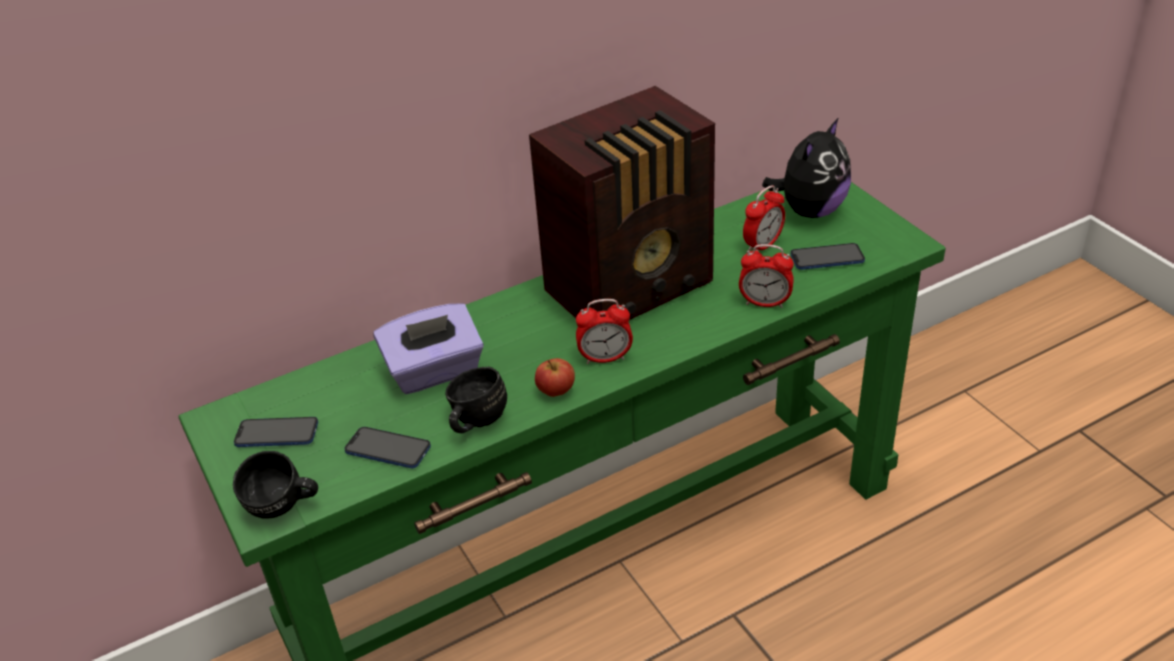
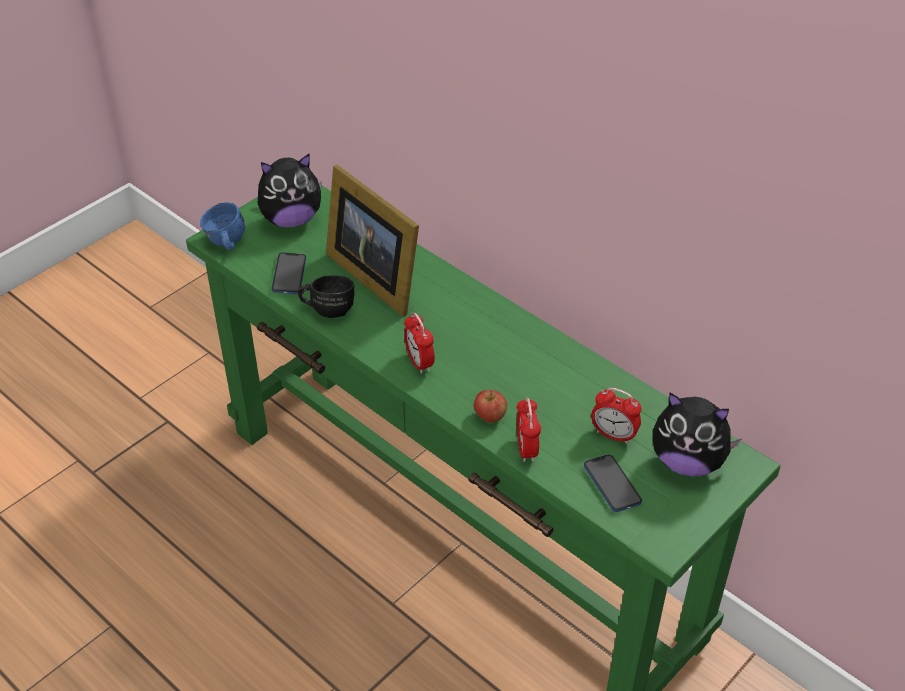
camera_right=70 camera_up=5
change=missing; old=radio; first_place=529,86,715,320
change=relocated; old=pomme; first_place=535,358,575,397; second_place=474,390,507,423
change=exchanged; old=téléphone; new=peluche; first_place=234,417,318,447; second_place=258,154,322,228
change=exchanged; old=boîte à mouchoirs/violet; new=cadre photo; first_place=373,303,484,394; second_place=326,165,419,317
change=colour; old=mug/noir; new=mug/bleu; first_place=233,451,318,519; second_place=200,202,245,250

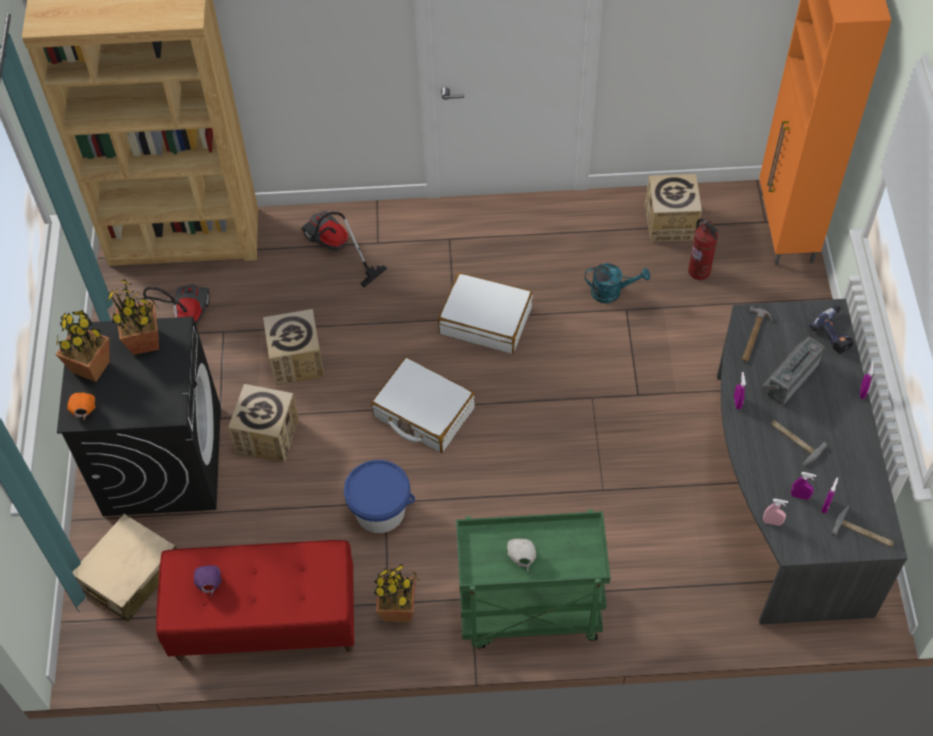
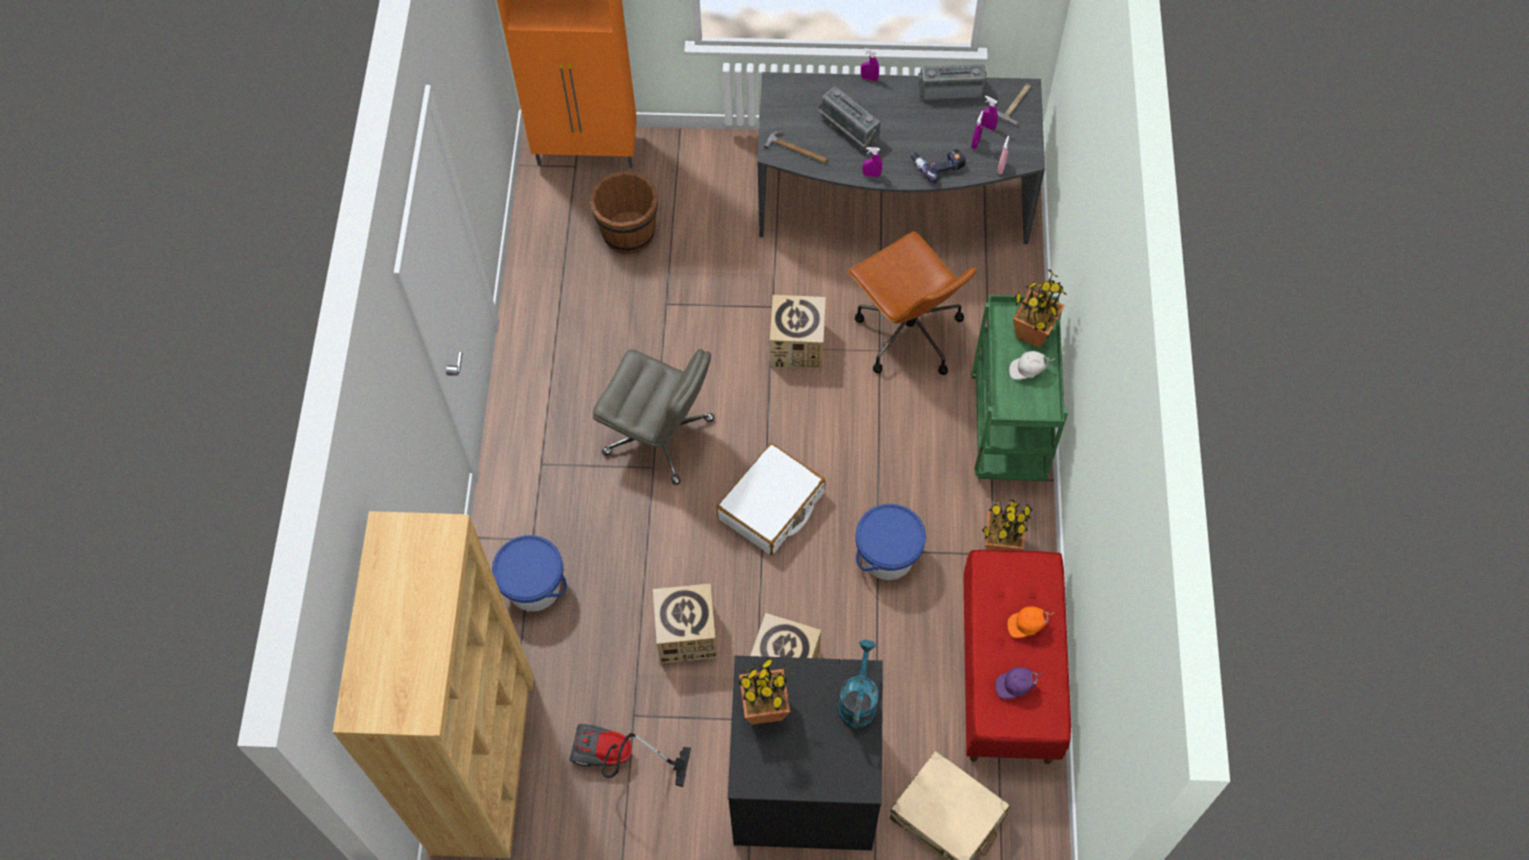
camera_right=-85 camera_up=5
change=missing; old=marteau; first_place=771,420,828,467
change=appeared; new=chaise de bureau/marron; second_place=847,231,977,375
change=appeared; new=radio; second_place=918,63,987,100
change=relocated; old=plante en pot; first_place=55,310,110,382; second_place=1013,269,1066,348
change=relocated; old=casquette/orange; first_place=67,393,96,420; second_place=1007,606,1054,638
change=relocated; old=arrosoir/turquoise; first_place=585,263,650,303; second_place=838,640,879,728
change=relocated; old=carton; first_place=645,174,702,242; second_place=770,295,826,369
change=relocated; old=perceuse; first_place=810,305,854,354; second_place=911,149,966,183
change=exchanged; old=aspirateur; new=seau/bleu; first_place=301,211,388,287; second_place=492,535,567,612
change=exchanged; old=valise/blanc; new=chaise de bureau/gris; first_place=438,273,533,354; second_place=593,349,715,485
change=exchanged; old=extincteur; new=seau/marron; first_place=688,218,718,280; second_place=589,171,658,254

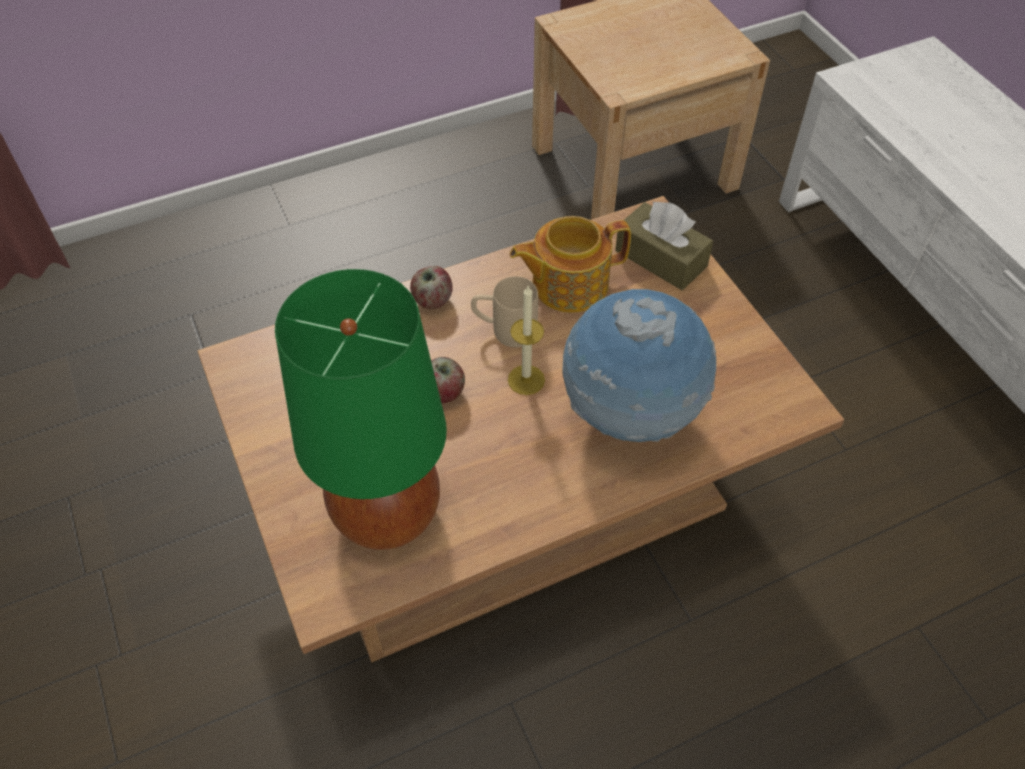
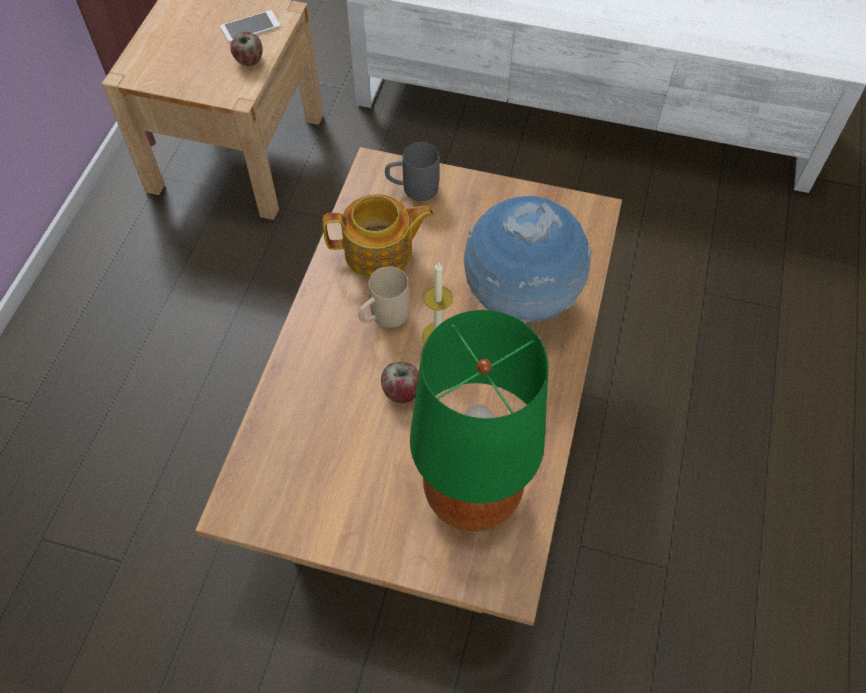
camera_right=-50 camera_up=5
change=appeared; new=téléphone; second_place=220,10,281,42
change=relocated; old=pomme; first_place=410,266,453,309; second_place=230,32,263,66
change=exchanged; old=boîte à mouchoirs/marron; new=mug/gris; first_place=615,201,713,290; second_place=385,142,439,201
change=spun; old=théière; first_place=510,216,631,313; second_place=323,194,434,279; degrees=-120

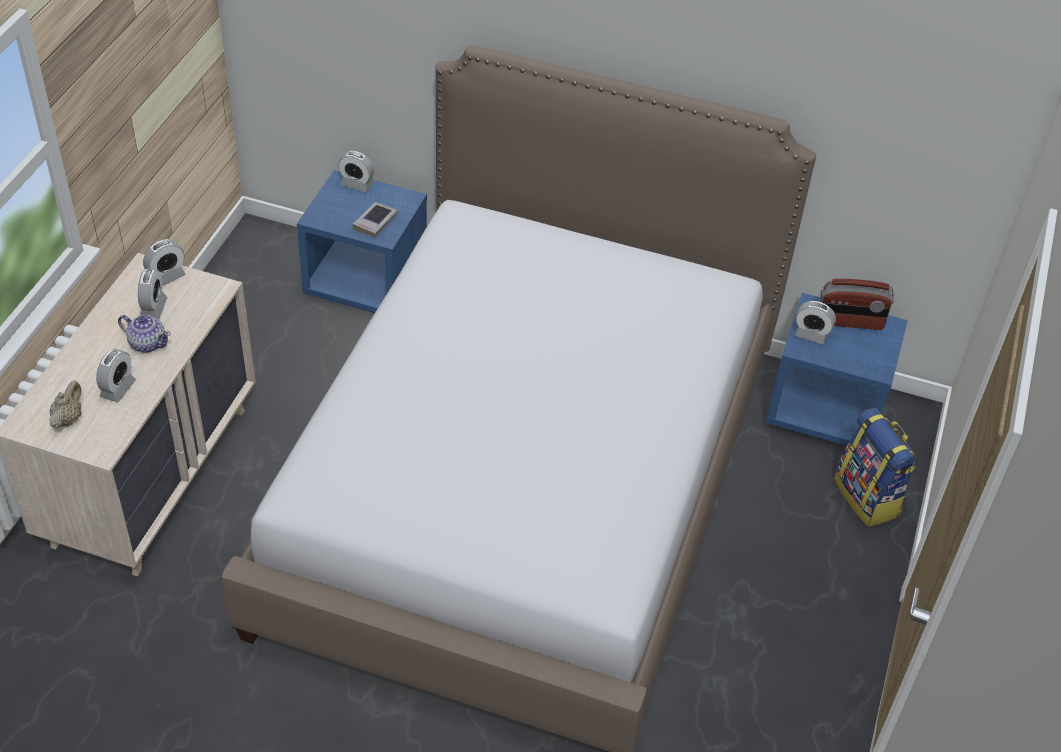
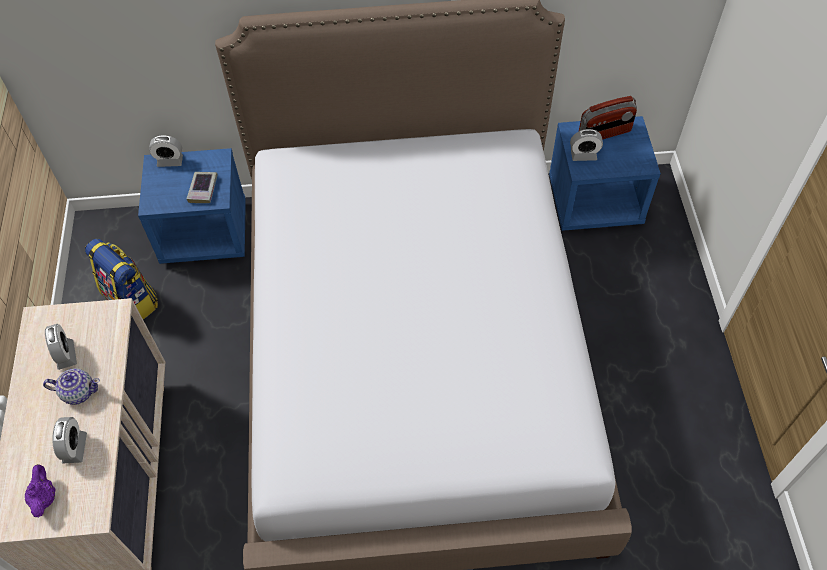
camera_right=-20 camera_up=10
change=missing; old=réveil; first_place=143,239,186,286
change=relocated; old=sac à dos; first_place=834,408,916,527; second_place=85,239,158,319
change=colour; old=théière/beige; new=théière/violet; first_place=50,381,82,428; second_place=25,464,55,518

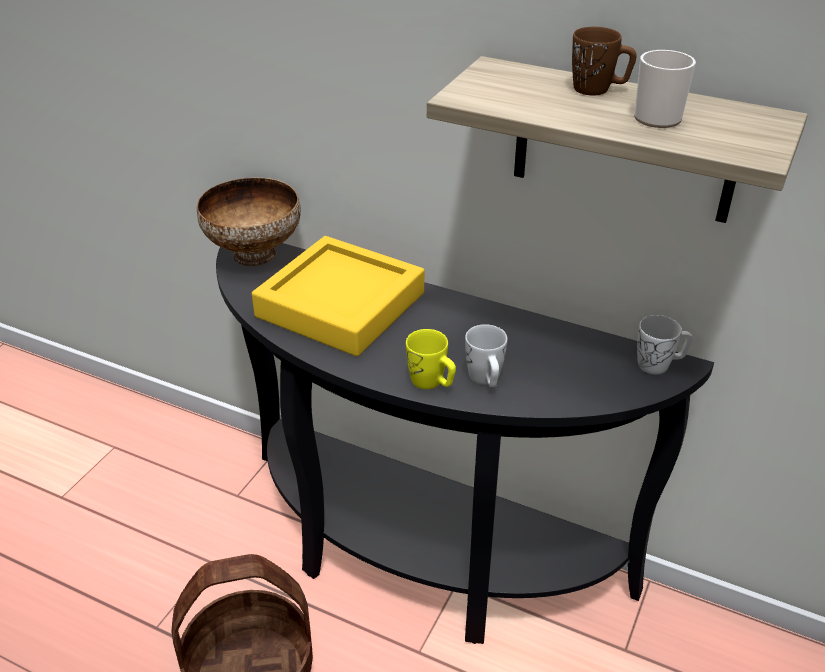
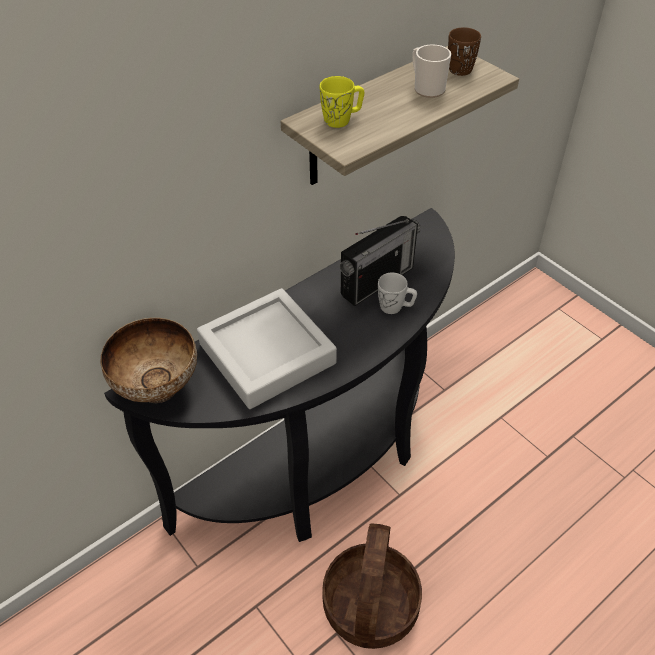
camera_right=-65 camera_up=10
change=missing; old=mug/blanc; first_place=637,315,693,374
change=appeared; new=radio; second_place=339,216,421,306
change=relocated; old=mug/jaune; first_place=406,329,456,389; second_place=320,76,364,128
change=relocated; old=mug/marron; first_place=572,27,637,95; second_place=448,27,481,76
change=colour; old=plateau/jaune; new=plateau/gris; first_place=252,236,424,356; second_place=197,288,337,409

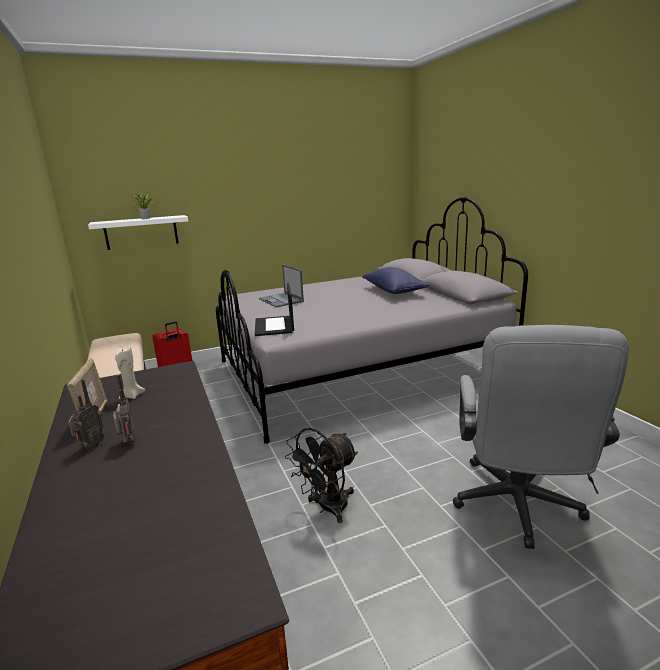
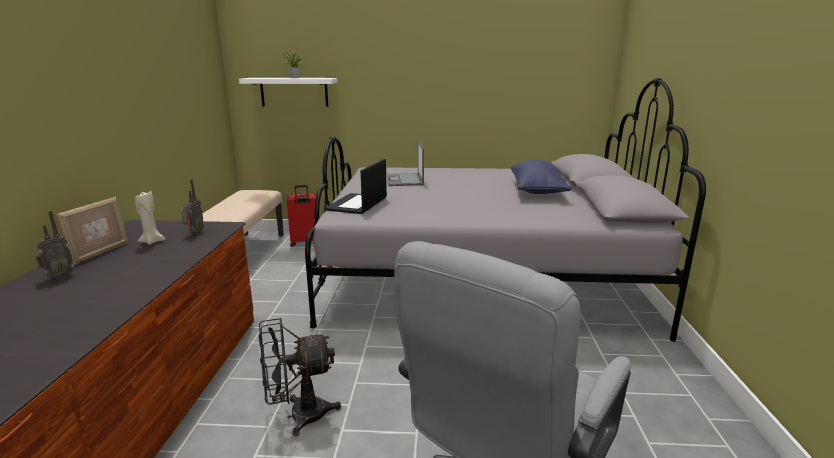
camera_right=25 camera_up=0
change=relocated; old=radio; first_place=113,375,135,443; second_place=181,179,204,234

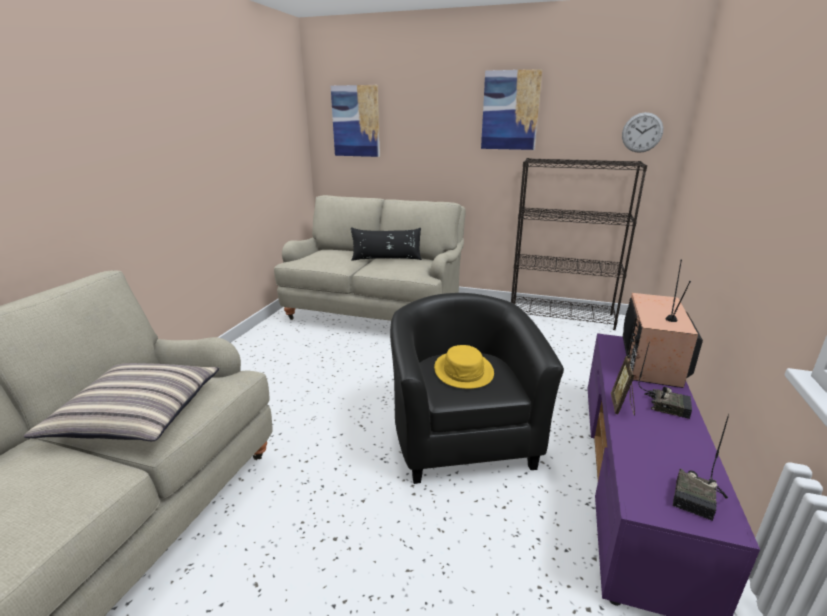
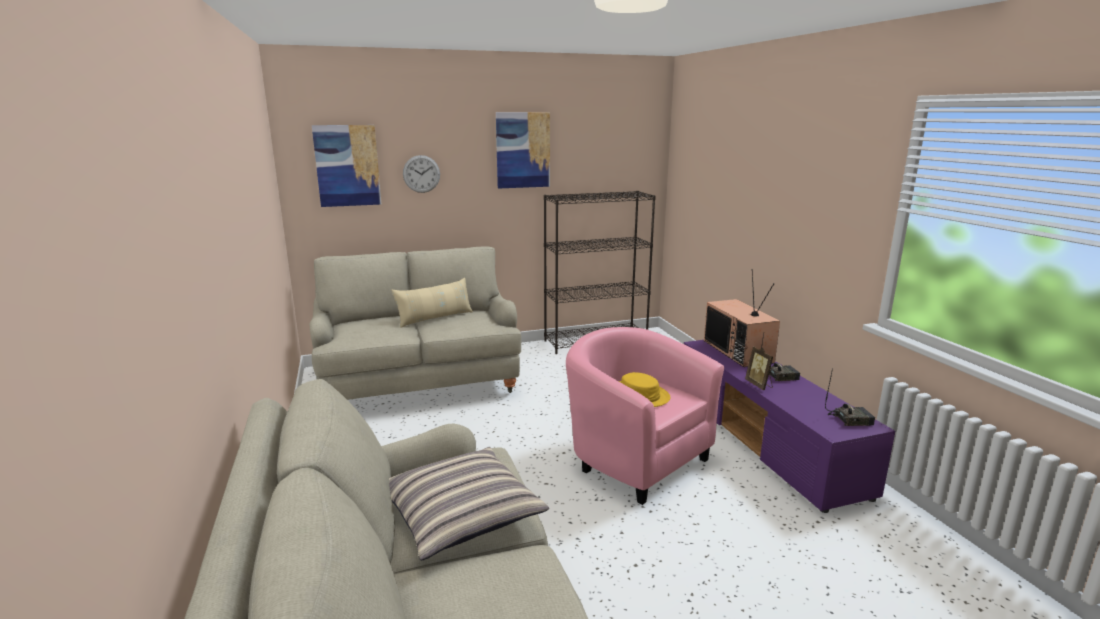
camera_right=-35 camera_up=-5
change=relocated; old=horloge murale; first_place=622,112,663,153; second_place=403,155,440,193
change=colour; old=coussin/noir; new=coussin/beige; first_place=351,227,422,261; second_place=391,278,473,328
change=colour; old=fauteuil/noir; new=fauteuil/rose; first_place=390,293,564,484; second_place=566,327,724,505
change=spun; old=radio; first_place=673,414,729,521; second_place=825,368,875,426; degrees=-90

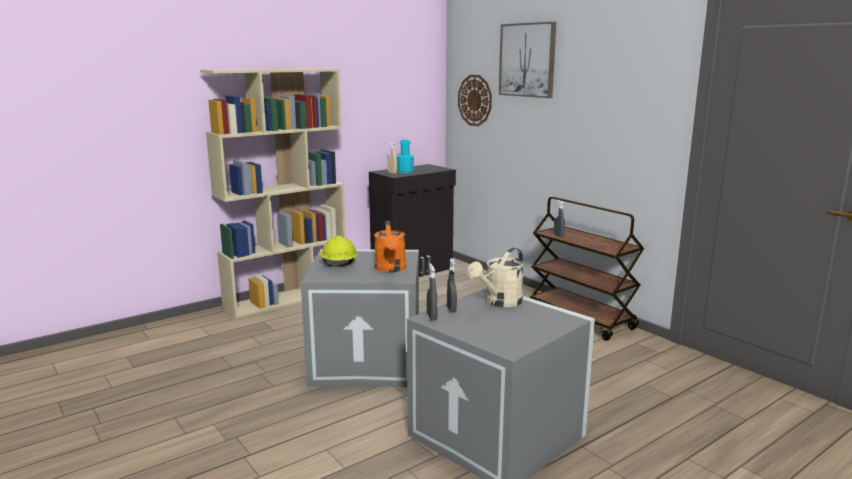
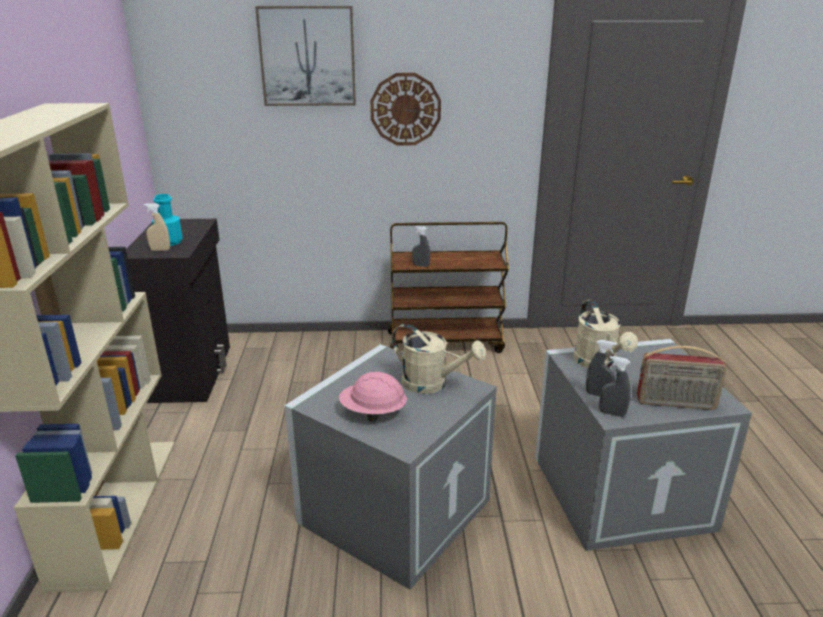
camera_right=-55 camera_up=10
change=appeared; new=radio; second_place=637,346,727,410
change=relocated; old=horloge murale; first_place=458,75,492,126; second_place=370,73,441,145
change=colour; old=casque de chantier/jaune; new=casque de chantier/rose; first_place=320,236,358,267; second_place=339,372,407,421
change=colour; old=arrosoir/orange; new=arrosoir/beige; first_place=374,221,406,272; second_place=392,324,486,394

